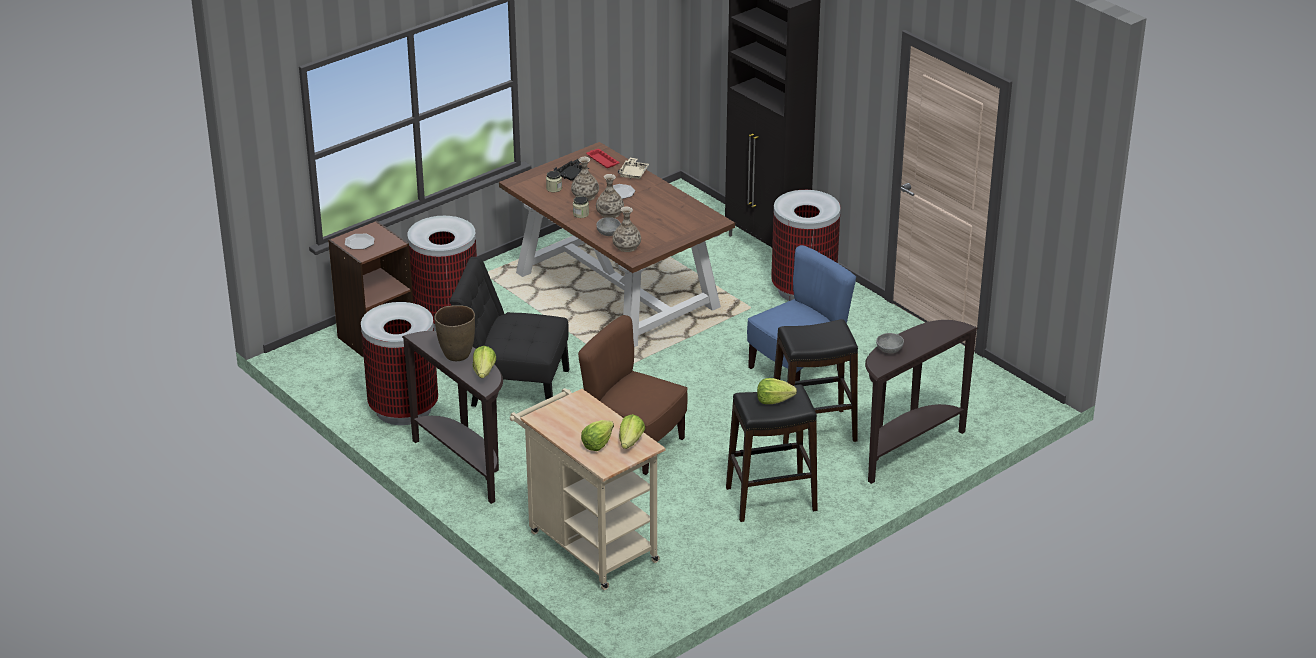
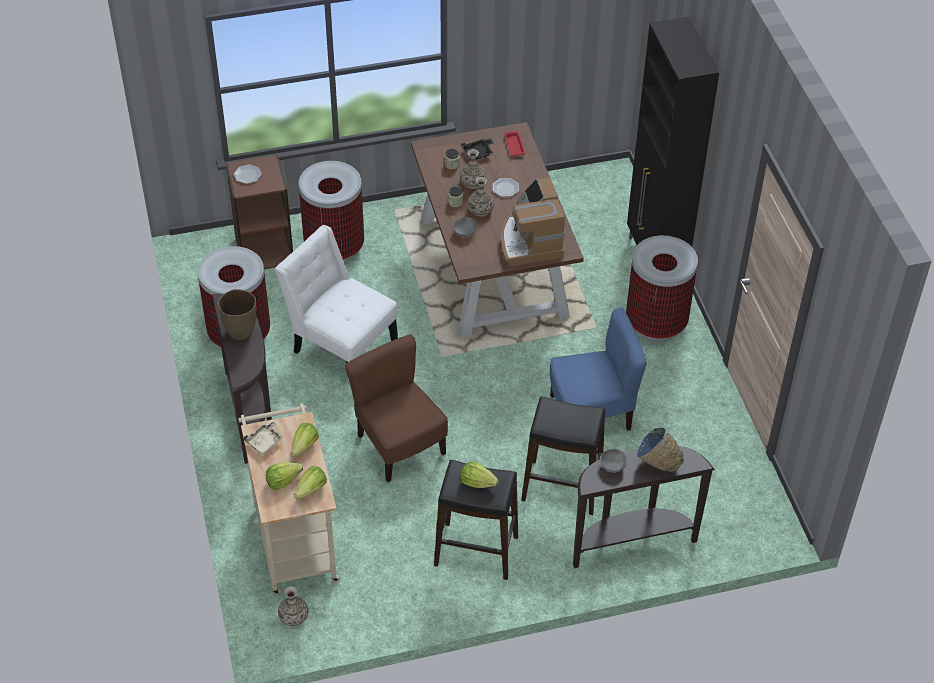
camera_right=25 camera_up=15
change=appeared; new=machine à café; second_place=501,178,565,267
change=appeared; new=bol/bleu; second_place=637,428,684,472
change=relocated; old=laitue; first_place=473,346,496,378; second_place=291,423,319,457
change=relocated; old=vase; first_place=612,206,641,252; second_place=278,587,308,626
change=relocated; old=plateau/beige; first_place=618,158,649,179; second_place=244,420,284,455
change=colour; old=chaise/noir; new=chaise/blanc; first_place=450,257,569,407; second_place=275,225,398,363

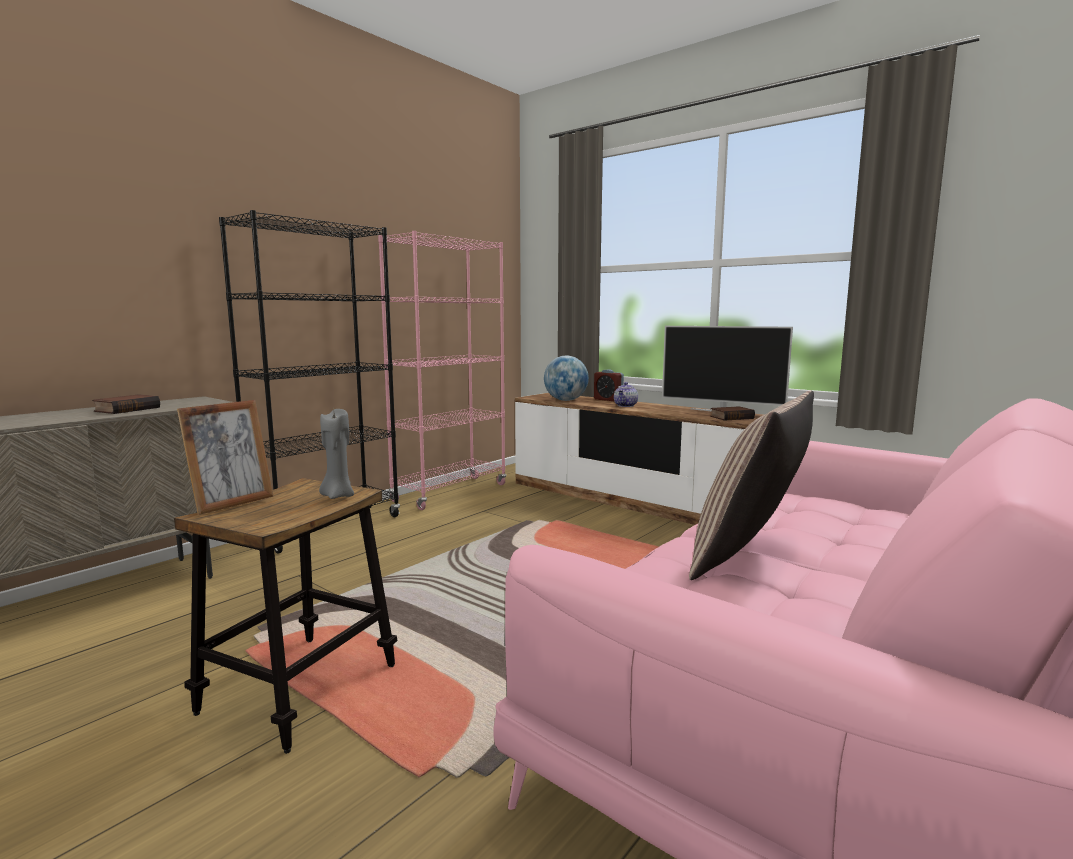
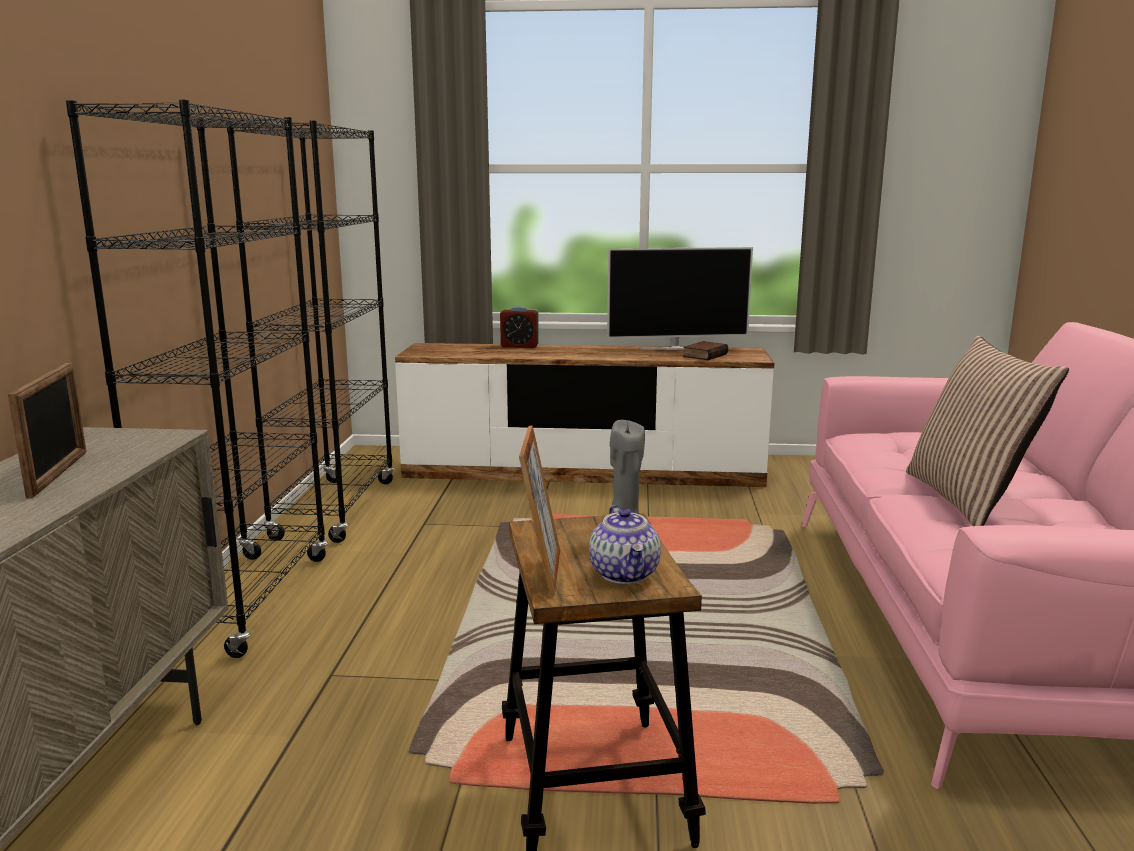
camera_right=-35 camera_up=5
change=missing; old=globe; first_place=544,356,589,401
change=relocated; old=théière; first_place=614,382,638,407; second_place=589,505,661,584
change=exchanged; old=livre; new=cadre photo; first_place=92,394,160,414; second_place=8,363,86,499
change=colour; old=bibliothèque/rose; new=bibliothèque/noir; first_place=378,231,506,510; second_place=226,120,395,543

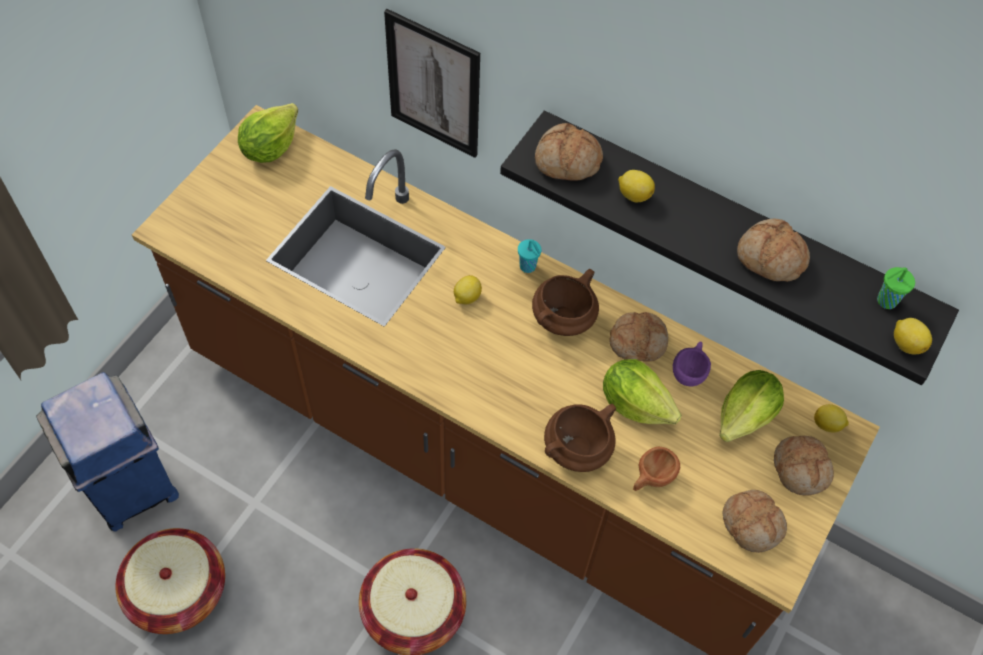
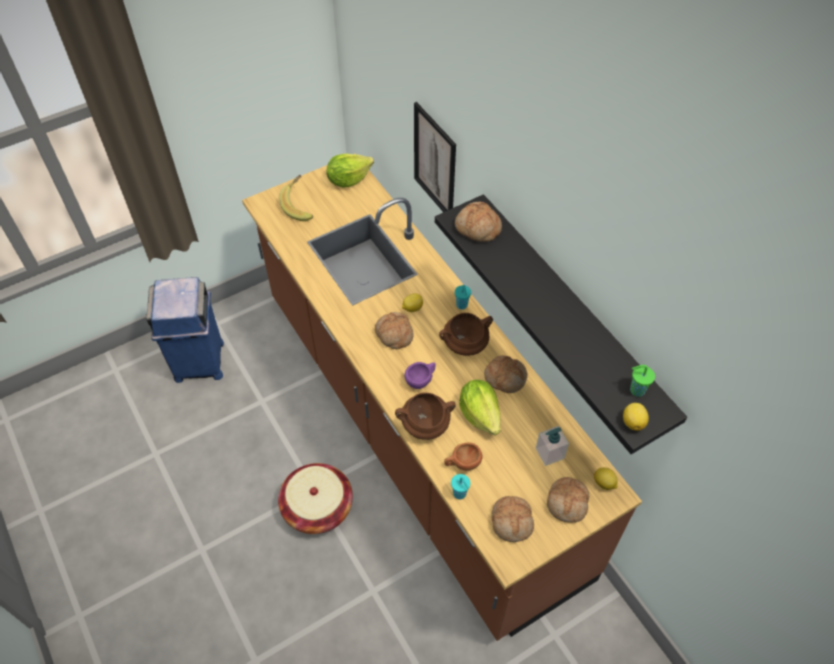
camera_right=30 camera_up=-5
change=missing; old=panier; first_place=116,528,225,634
change=missing; old=citron; first_place=618,170,655,202
change=appeared; new=banane; second_place=279,175,313,221
change=appeared; new=tasse/turquoise; second_place=451,474,470,499
change=relocated; old=tasse/violet; first_place=673,342,711,386; second_place=405,362,436,389
change=relocated; old=pain; first_place=737,219,810,282; second_place=375,312,414,349
change=exchanged; old=laitue; new=distributeur de savon; first_place=719,370,784,442; second_place=536,426,569,466

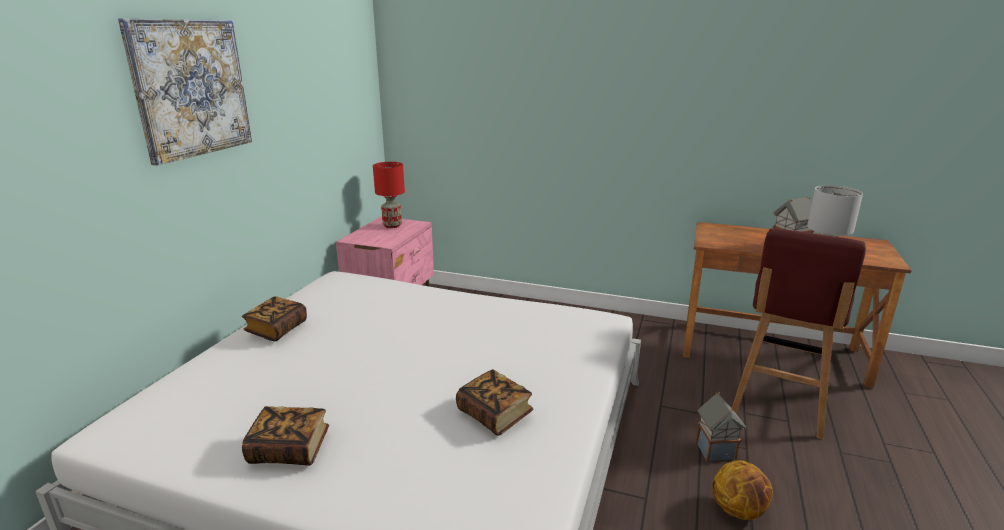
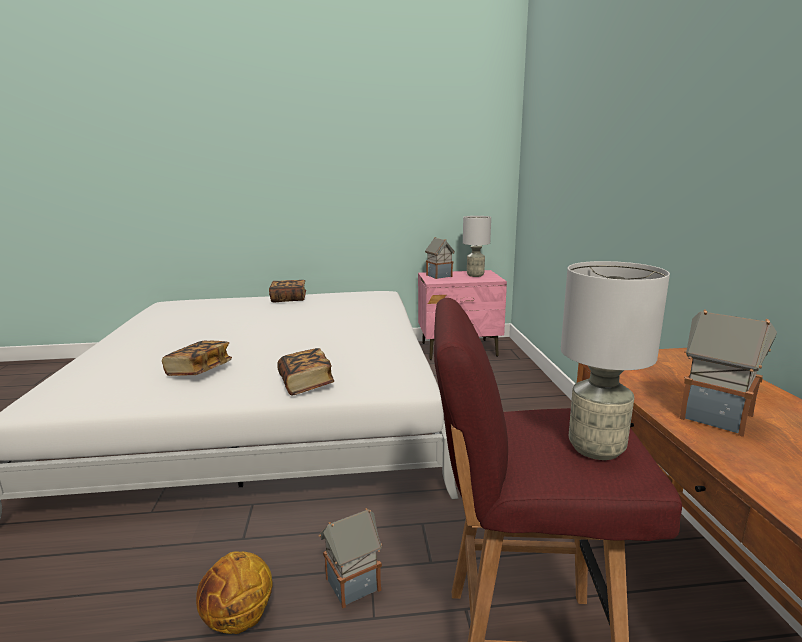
camera_right=65 camera_up=-5
change=missing; old=tableau; first_place=118,18,252,166
change=appeared; new=maison miniature; second_place=425,237,455,279
change=relocated; old=livre; first_place=242,406,329,466; second_place=277,348,334,395
change=colour; old=lampe de table/rouge; new=lampe de table/gris; first_place=373,162,405,228; second_place=463,216,491,277

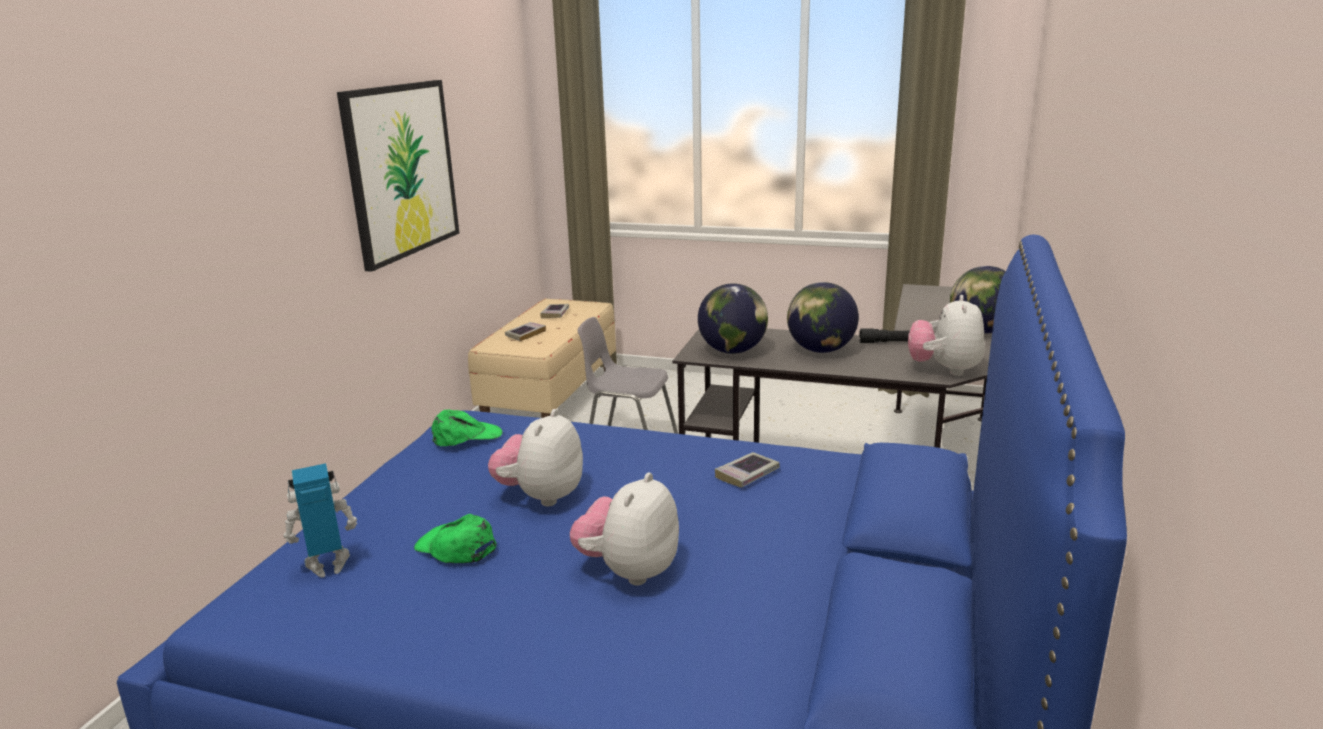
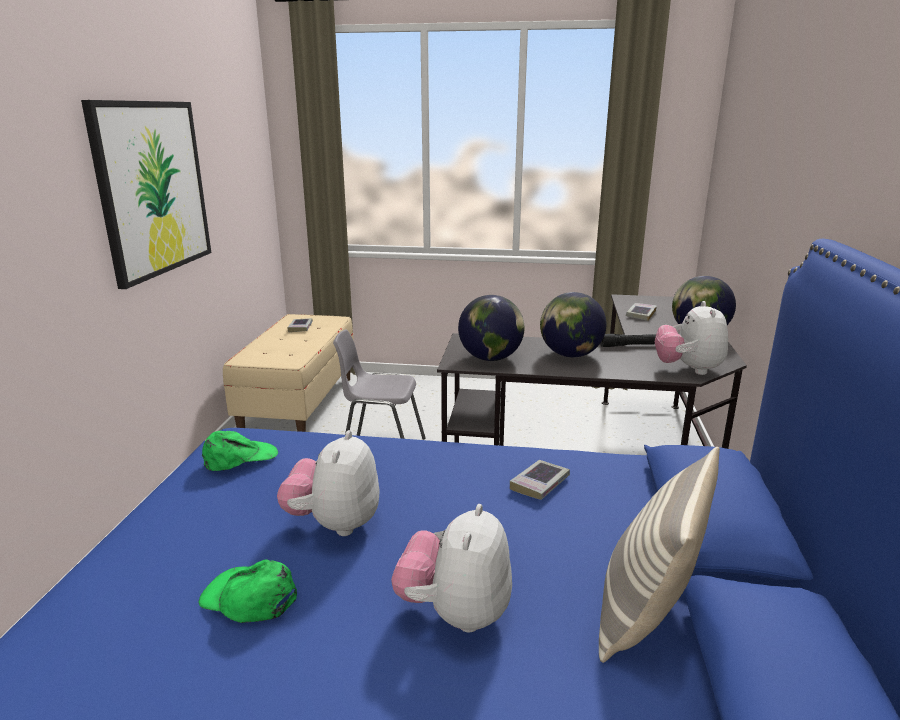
camera_right=-10 camera_up=0
change=missing; old=robot jouet; first_place=283,463,357,578
change=appeared; new=coussin; second_place=599,447,720,663
change=relocated; old=livre; first_place=505,322,546,341; second_place=626,303,657,321

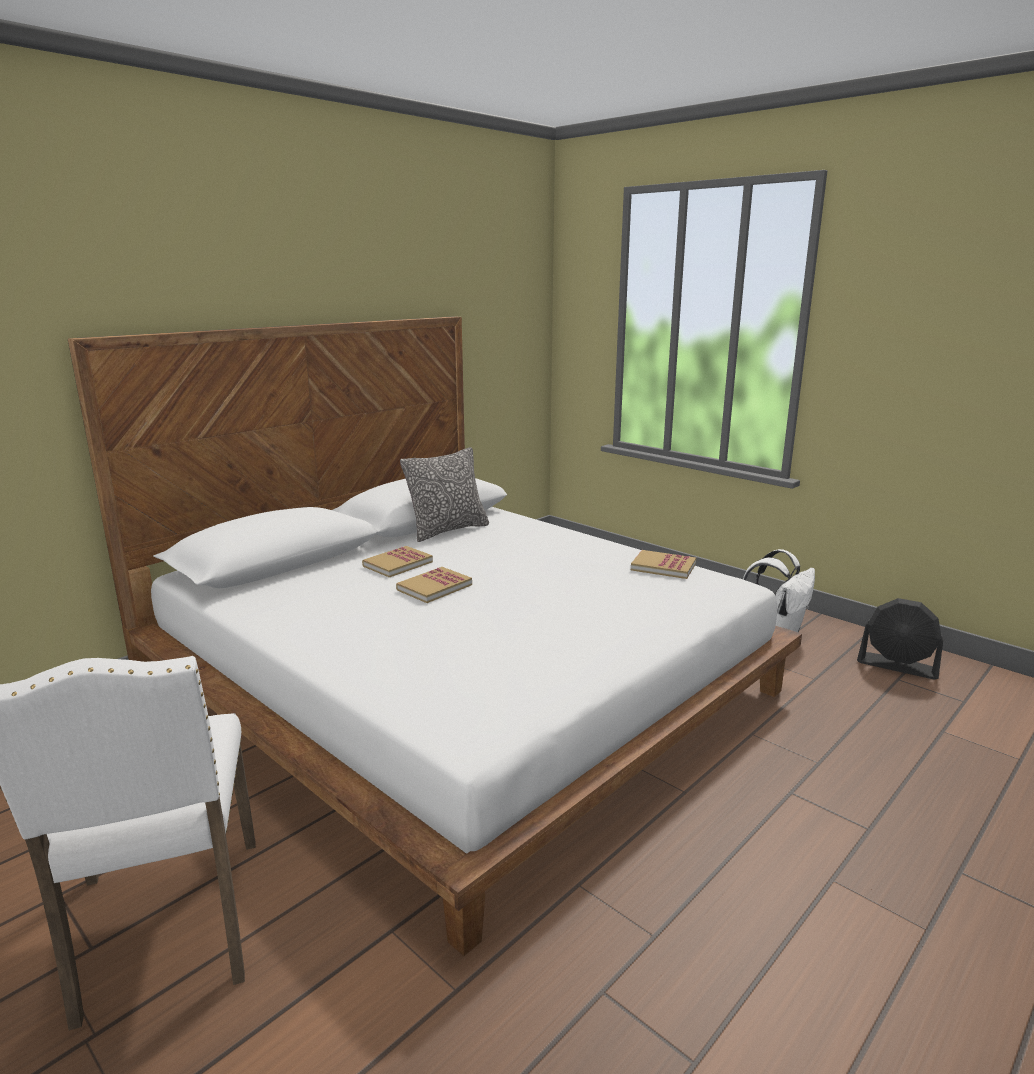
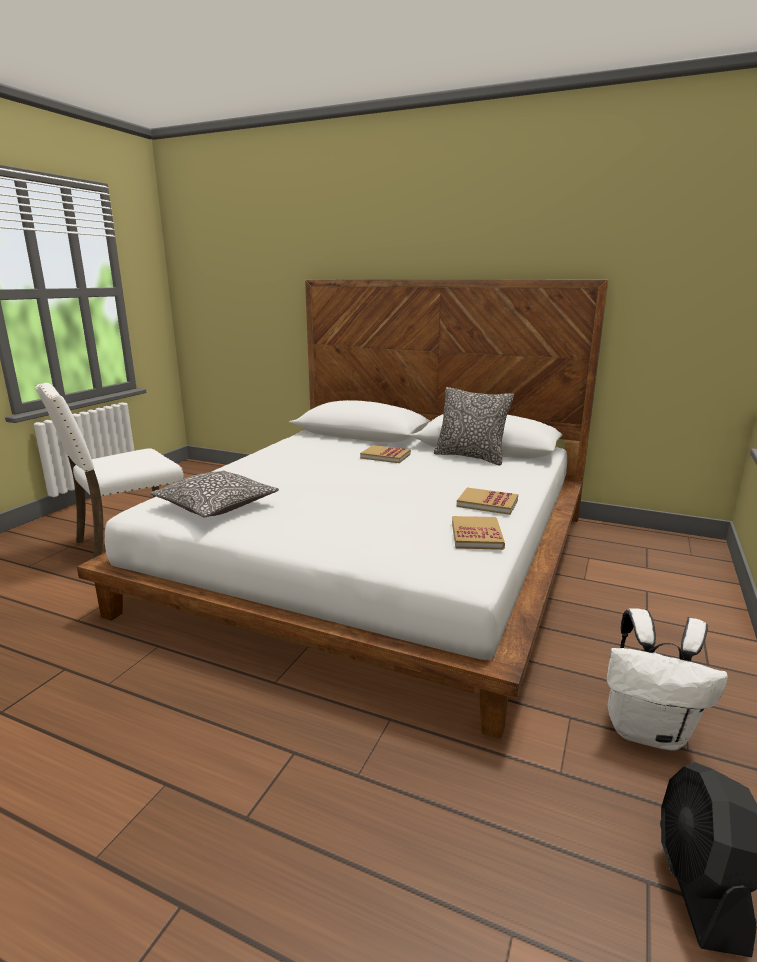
camera_right=70 camera_up=0
change=appeared; new=coussin; second_place=150,471,279,518
change=relocated; old=livre; first_place=396,567,472,603; second_place=457,487,518,515

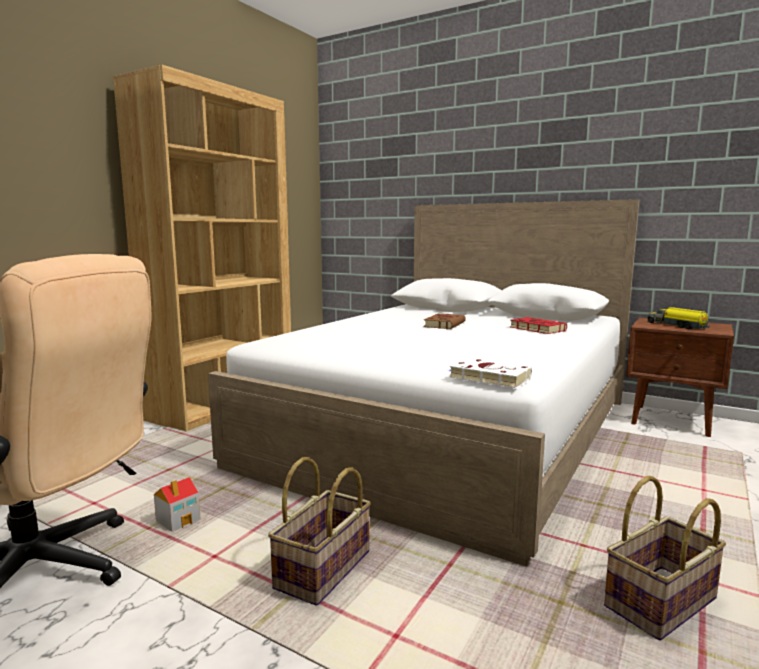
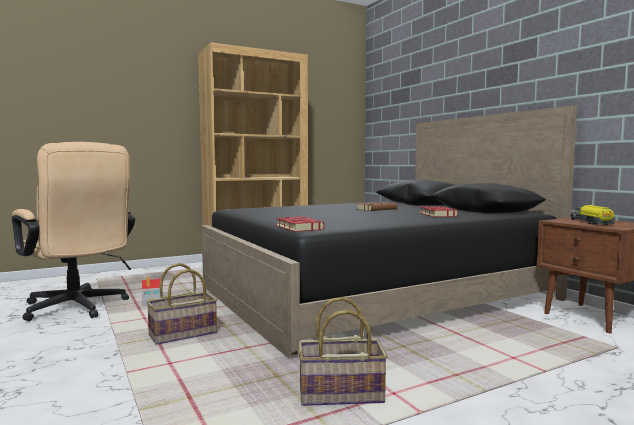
camera_right=30 camera_up=-5
change=colour; old=lit/blanc; new=lit/noir; first_place=208,199,639,567; second_place=202,105,577,359
change=colour; old=livre/blanc; new=livre/rouge; first_place=449,358,532,388; second_place=276,216,325,232

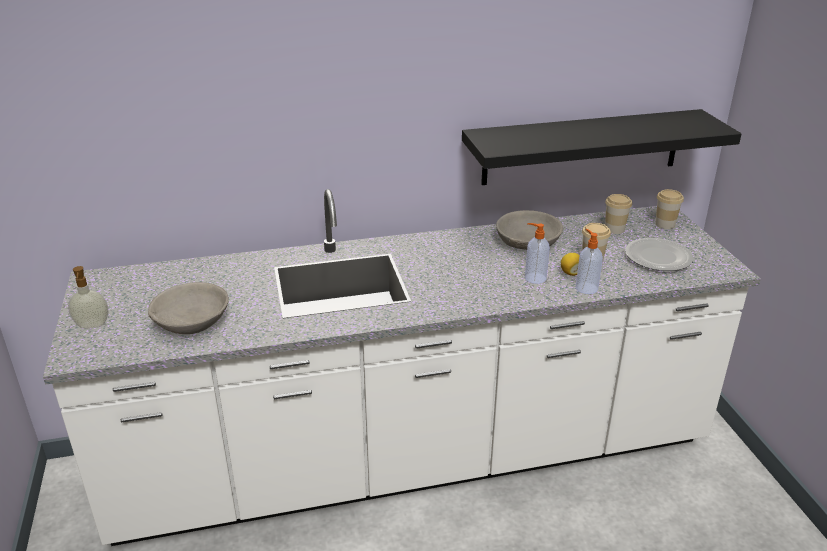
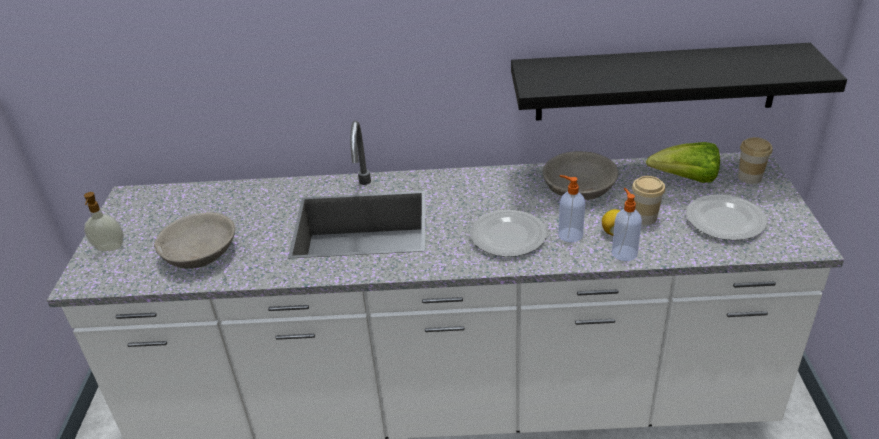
camera_right=15 camera_up=5
change=appeared; new=assiette; second_place=470,210,547,257
change=exchanged; old=tasse; new=laitue; first_place=605,194,632,234; second_place=646,142,720,183

